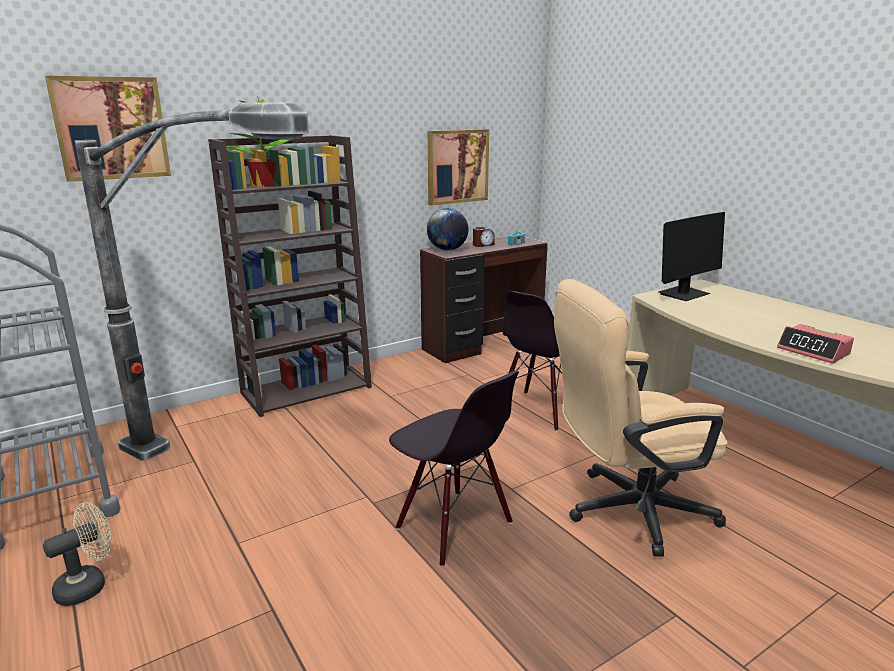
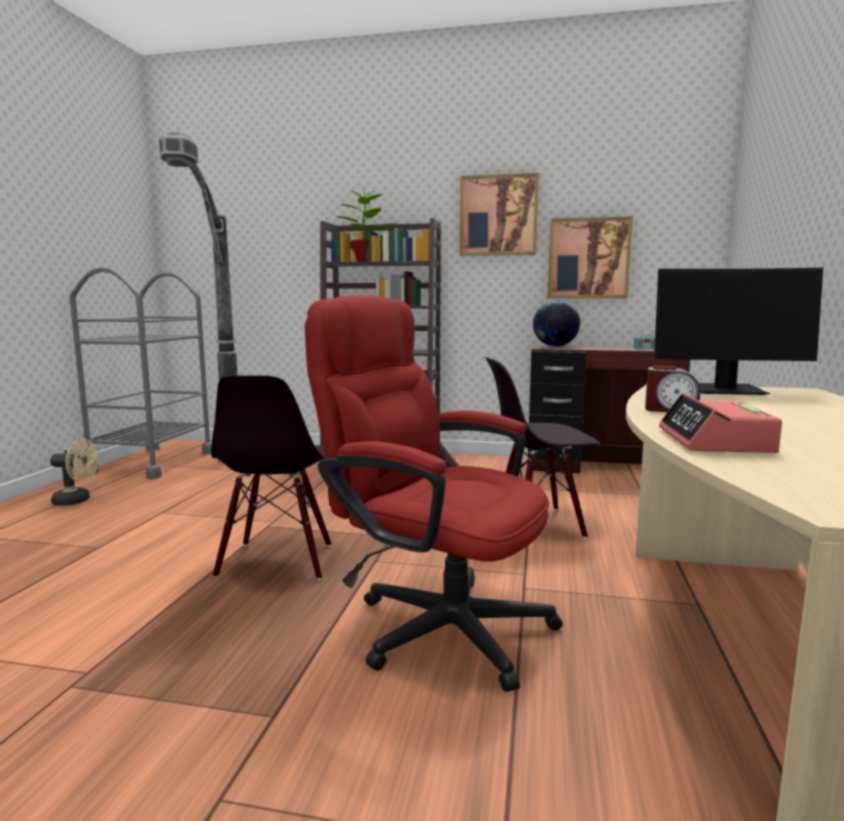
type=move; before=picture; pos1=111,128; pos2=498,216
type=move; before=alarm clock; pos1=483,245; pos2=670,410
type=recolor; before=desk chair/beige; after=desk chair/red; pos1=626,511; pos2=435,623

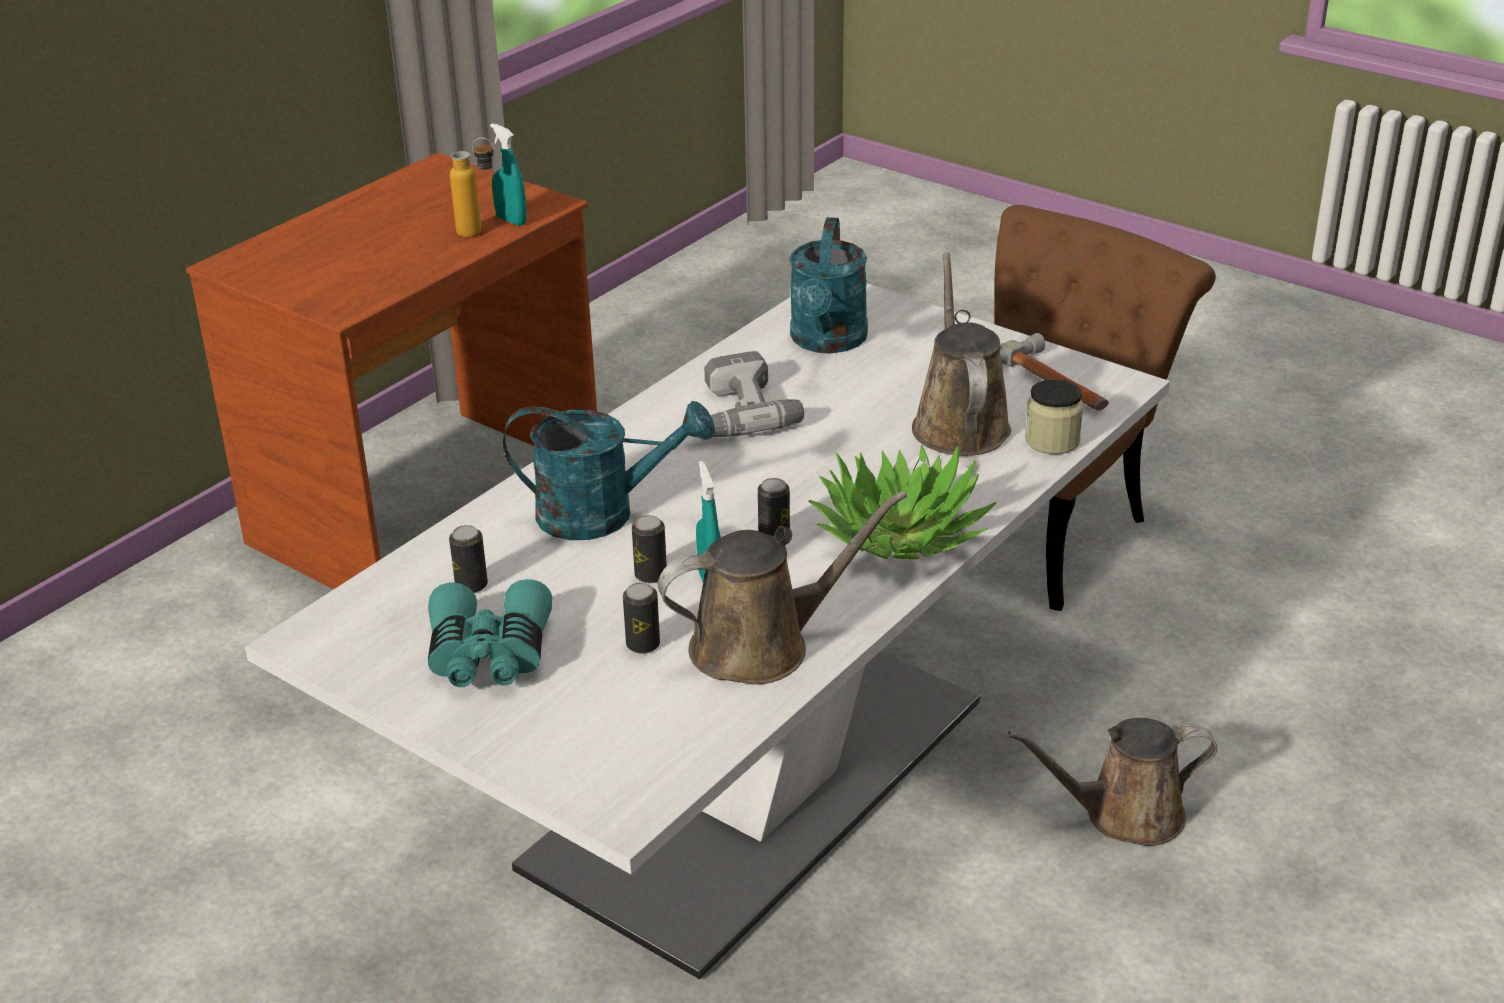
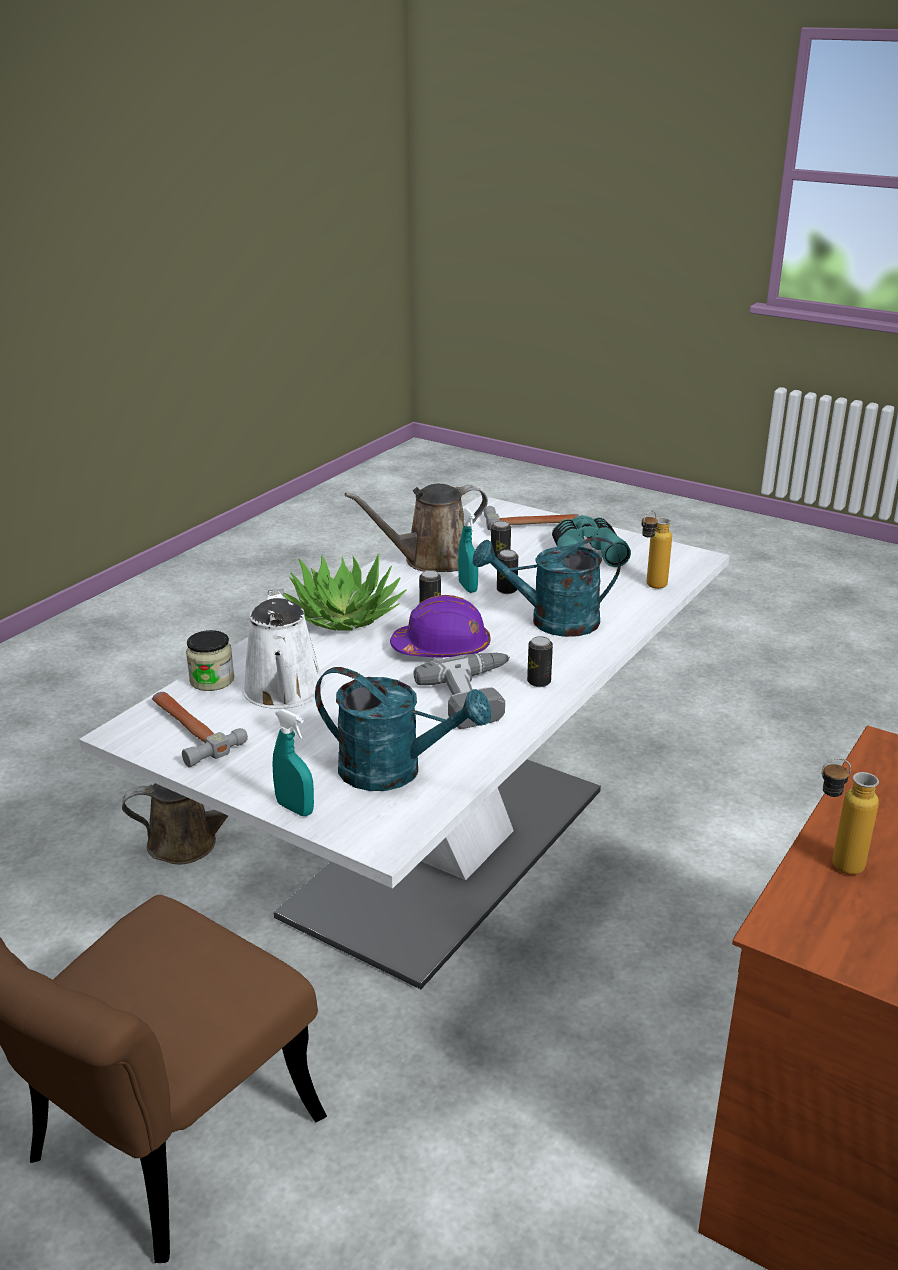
type=move; before=hand sprayer/turquoise-coloured; pos1=511,220; pos2=295,808
type=rotate; before=watering can/turquoise-coloured; pos1=827,342; pos2=395,771; turn=105
type=recolor; before=watering can/brown; after=watering can/white; pos1=959,424; pos2=284,692
type=move; before=can; pos1=471,585; pos2=539,682
type=insert; after=tool hammer; pos2=532,525
type=insert; after=bottle; pos2=650,587
type=insert; after=work helmet/purplish; pos2=442,649

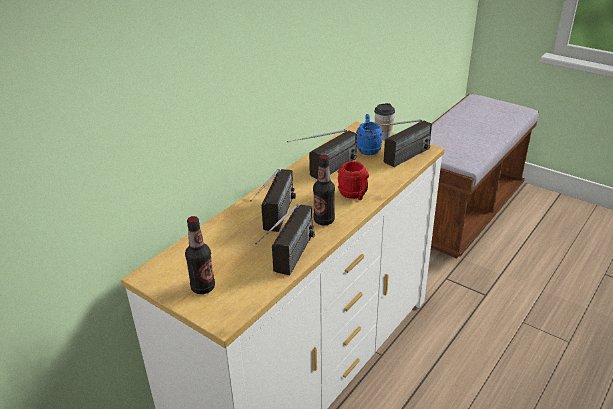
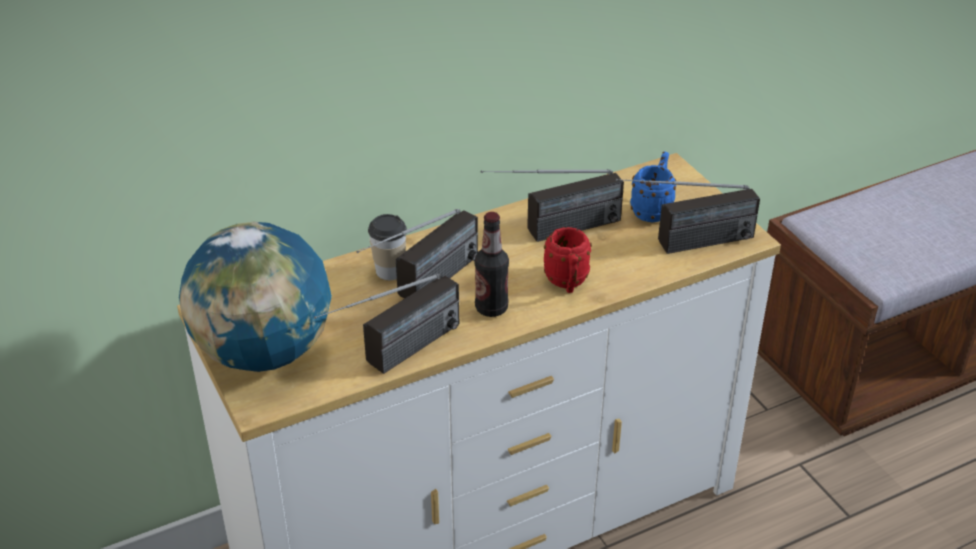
type=move; before=small cup; pos1=383,136; pos2=389,271
type=replace; before=bottle; after=world globe; pos1=203,287; pos2=264,352

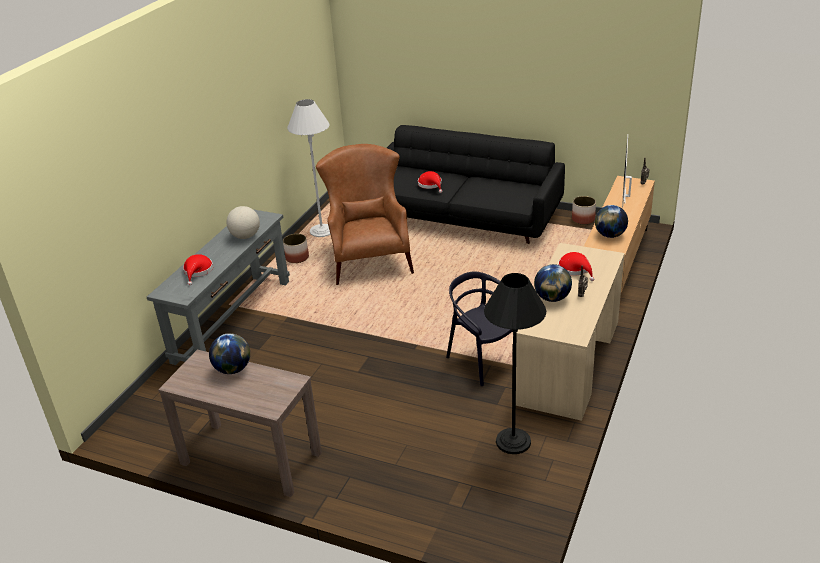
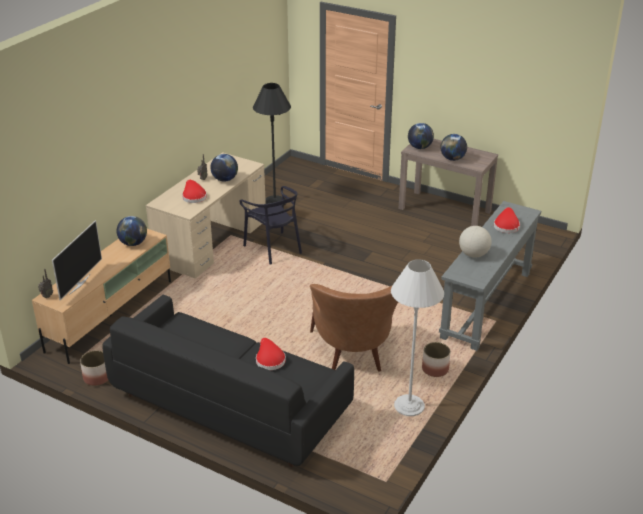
type=insert; after=world globe; pos2=420,147

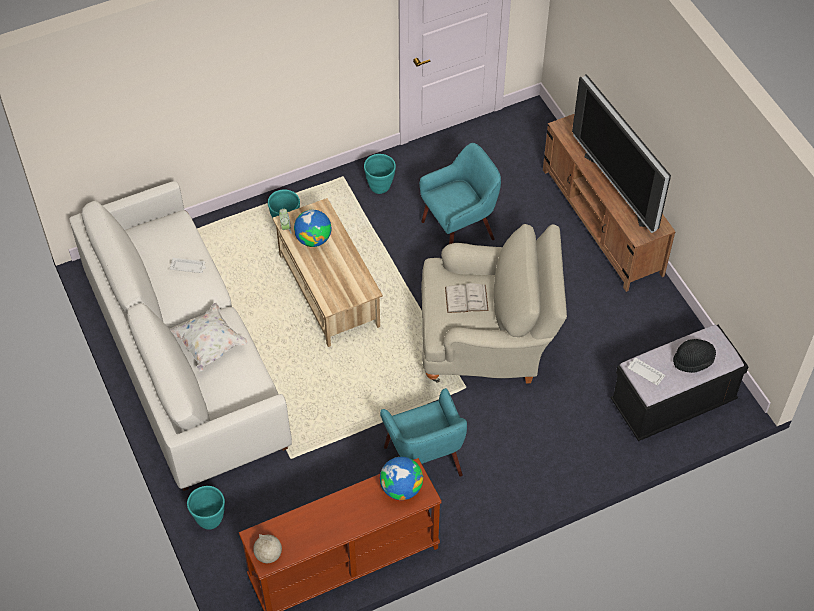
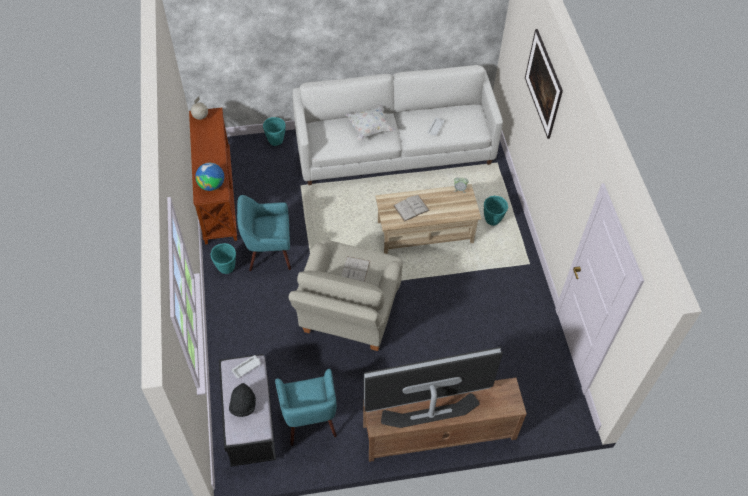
type=move; before=easy chair/turquoise-coloured; pos1=459,230; pos2=309,420
type=move; before=plant pot/turquoise-coloured; pos1=380,187; pos2=226,268
type=delete; before=world globe; pos1=313,239
type=insert; after=picture; pos2=540,95
type=insert; after=bound book/white; pos2=411,208

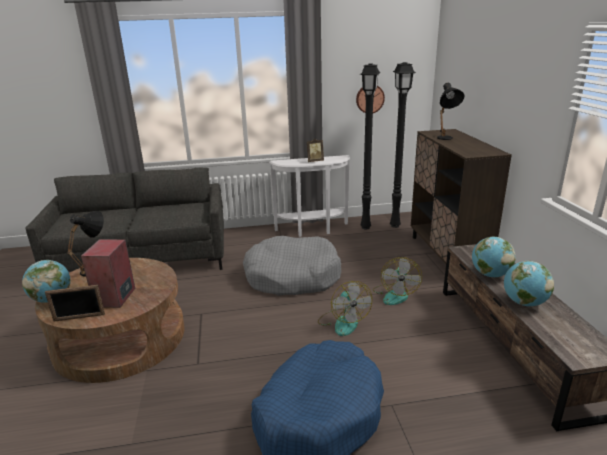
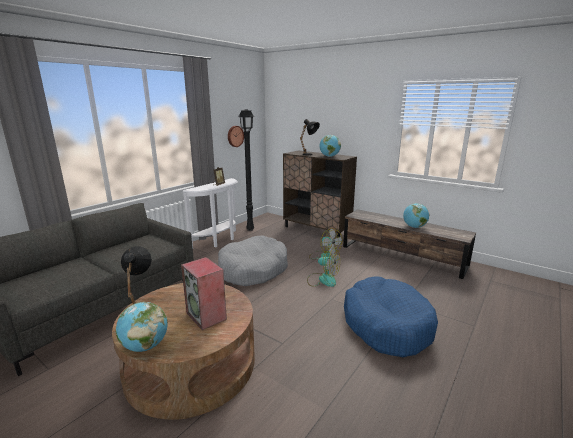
type=delete; before=standard lamp/black-coloured; pos1=395,225
type=move; before=world globe; pos1=490,275; pos2=329,156
type=delete; before=standing frame; pos1=79,317

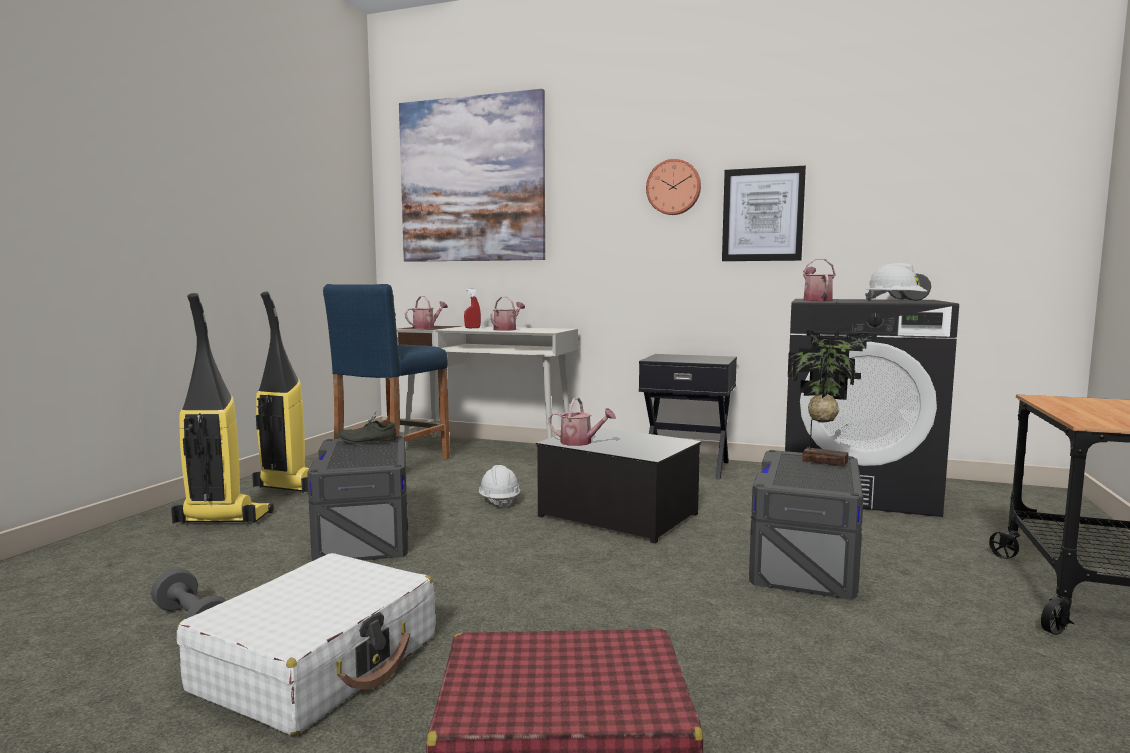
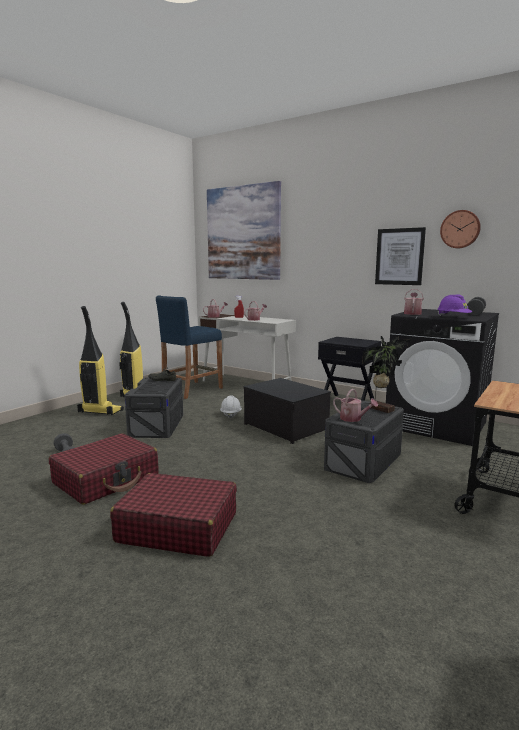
type=move; before=wall clock; pos1=673,187; pos2=460,229
type=recolor; before=work helmet/white; after=work helmet/purplish; pos1=895,301; pos2=453,317
type=move; before=watering can; pos1=580,442; pos2=353,419
type=recolor; before=piece of luggage/white; after=piece of luggage/red; pos1=319,663; pos2=106,479

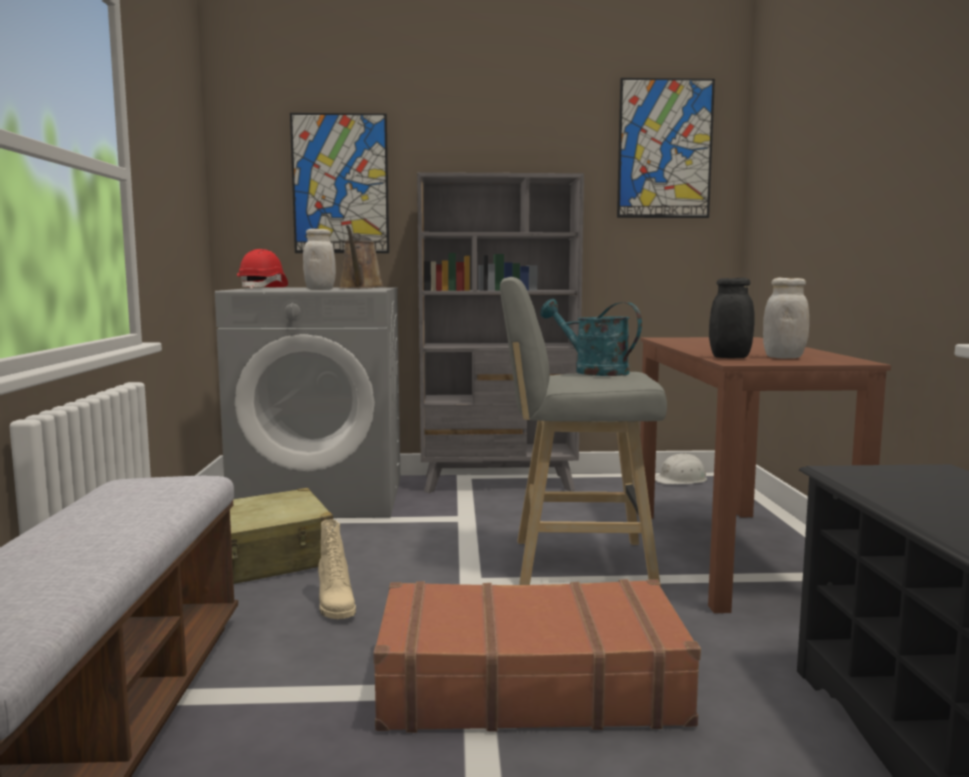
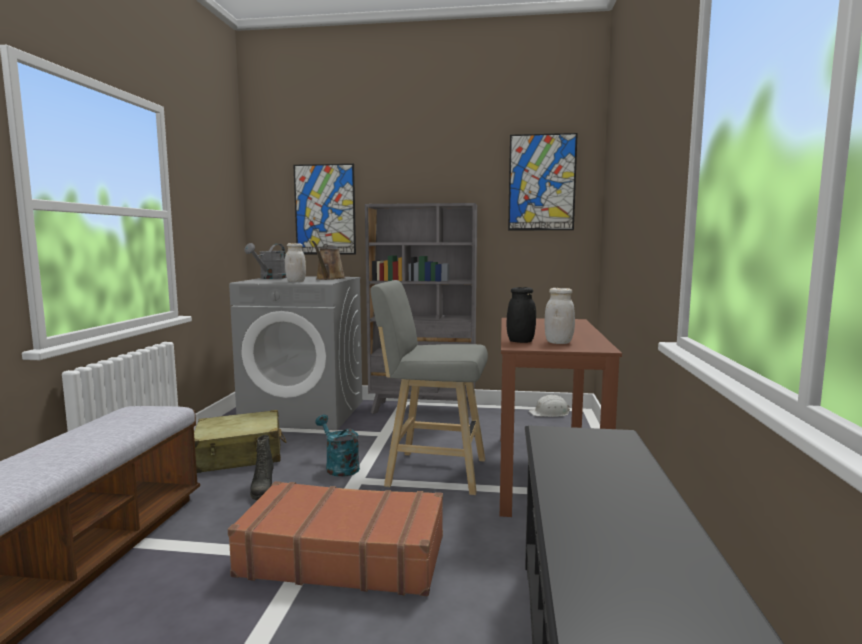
type=replace; before=work helmet/red; after=watering can/gray; pos1=263,288; pos2=270,278
type=move; before=watering can/turquoise-coloured; pos1=592,371; pos2=339,467
type=recolor; before=boot/beige; after=boot/black-coloured; pos1=334,606; pos2=262,490

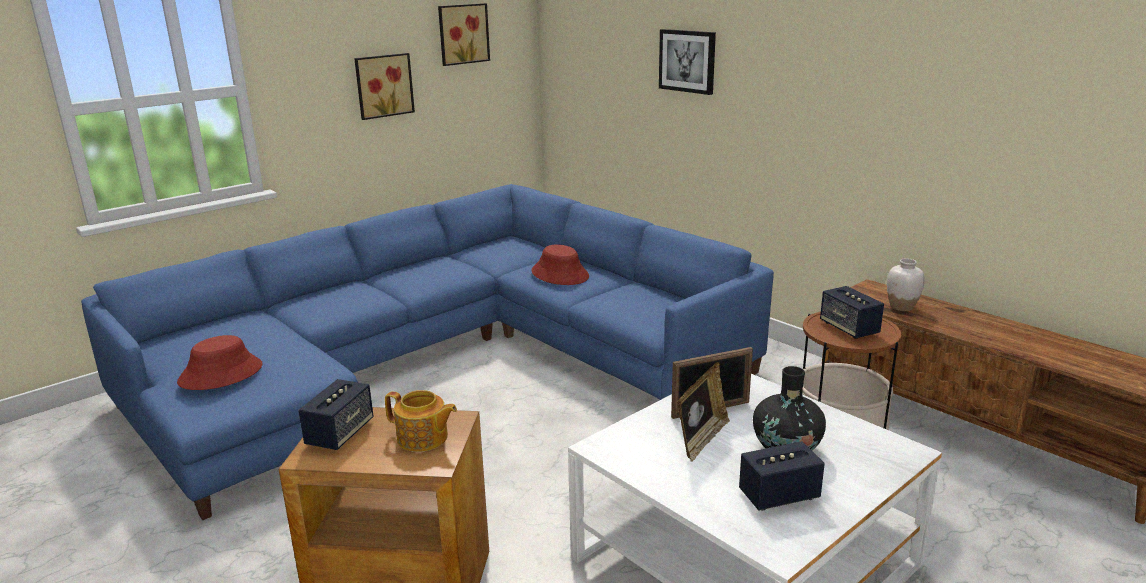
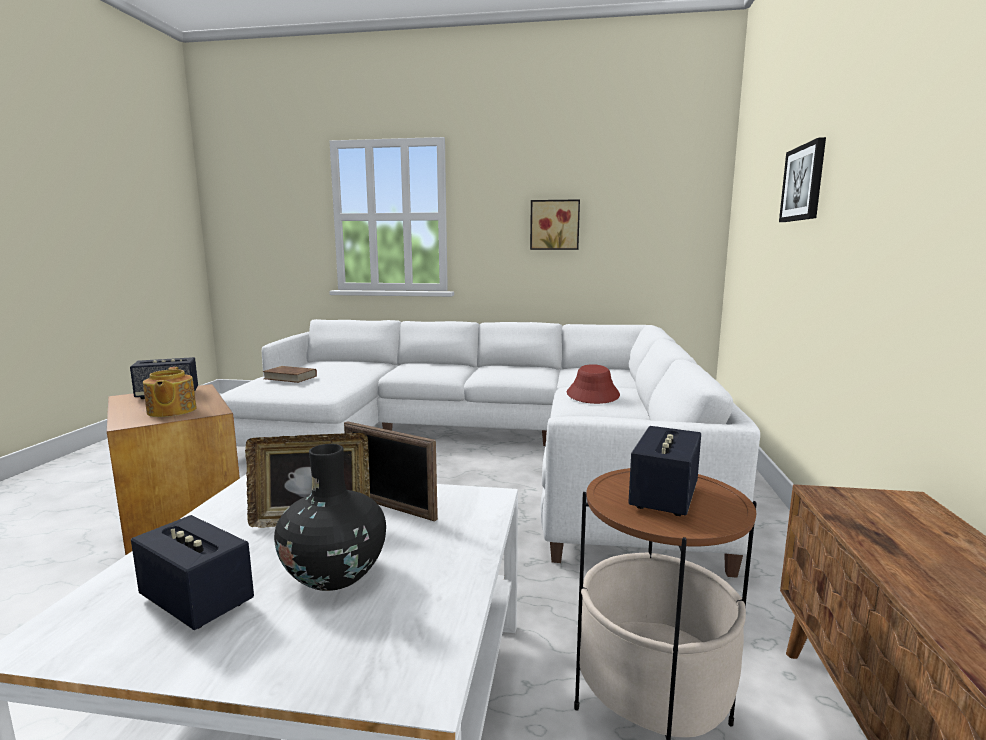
type=delete; before=picture; pos1=462,34
type=recolor; before=sofa/bluish; after=sofa/white; pos1=442,361; pos2=489,445
type=delete; before=vase/white; pos1=901,307
type=replace; before=wearable hat/red; after=bound book/brown; pos1=221,374; pos2=290,377

